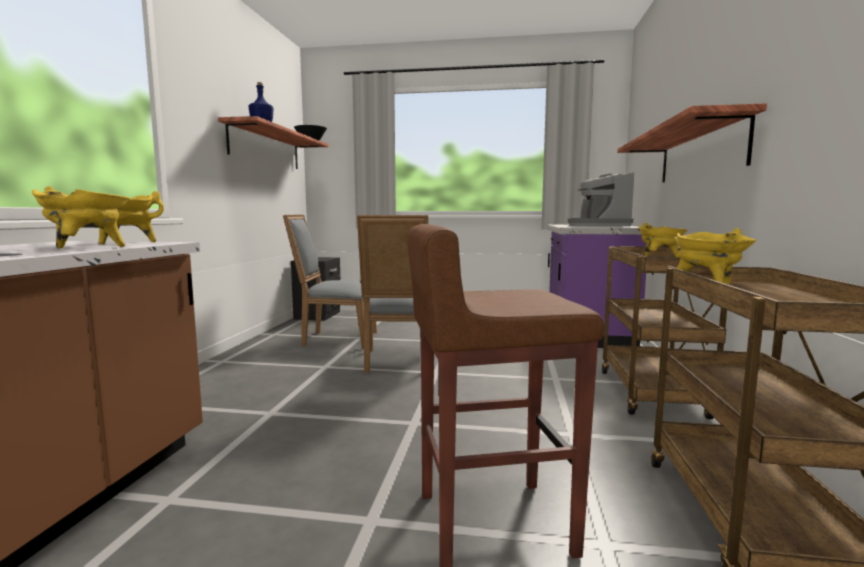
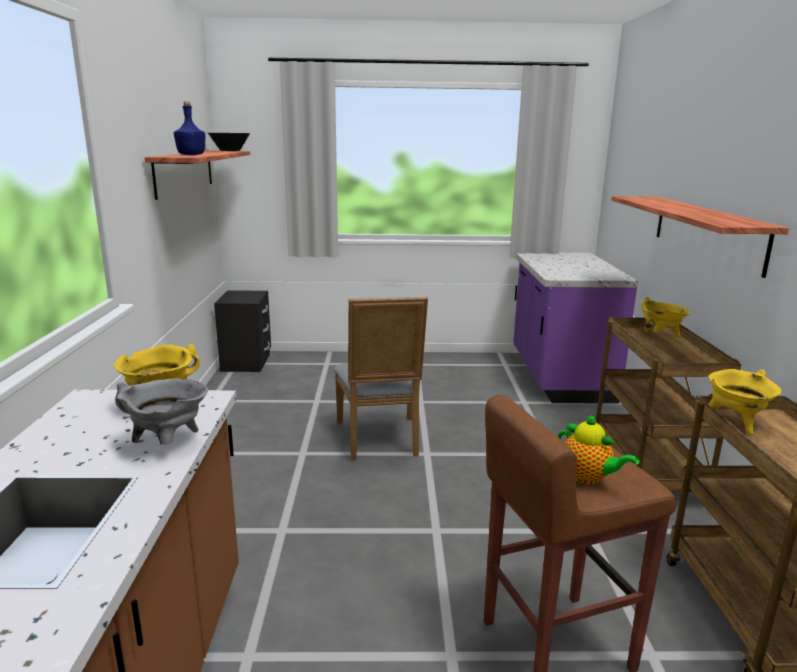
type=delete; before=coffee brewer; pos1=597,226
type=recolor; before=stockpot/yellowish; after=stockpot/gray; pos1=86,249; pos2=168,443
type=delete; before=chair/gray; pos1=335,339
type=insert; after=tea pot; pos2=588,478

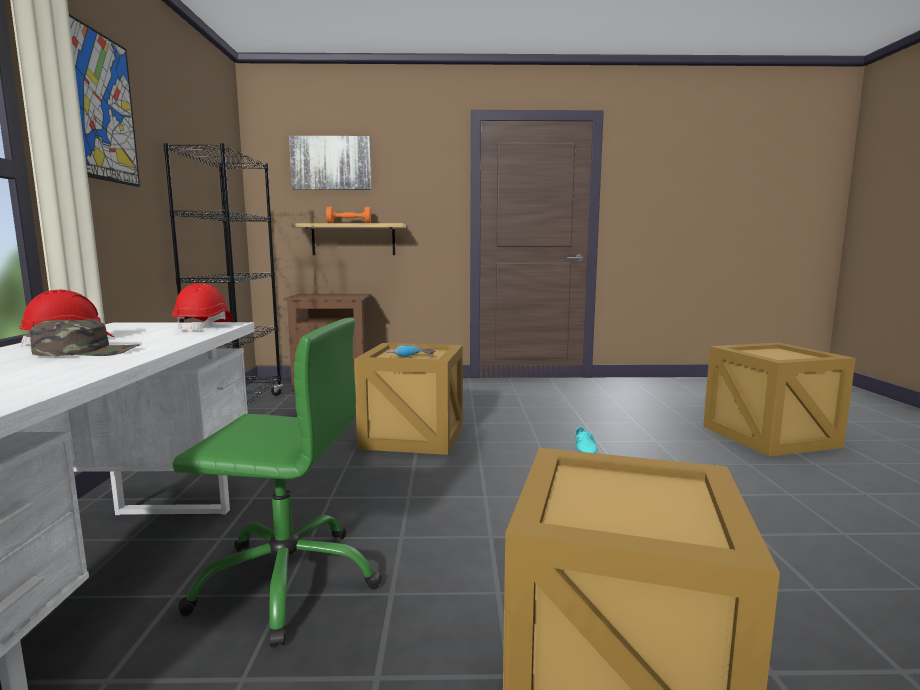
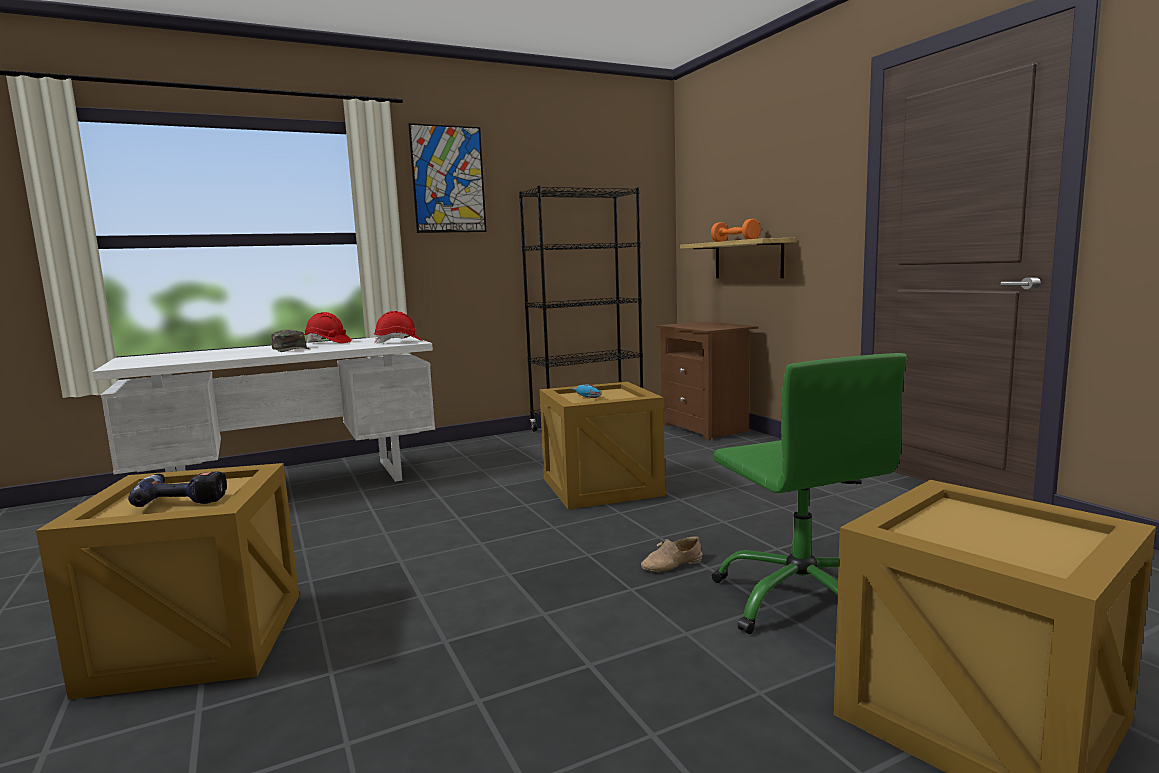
type=delete; before=picture; pos1=331,163
type=move; before=desk chair/greenish; pos1=287,580; pos2=802,600
type=recolor; before=low shoe/turquoise-coloured; after=low shoe/beige; pos1=585,447; pos2=672,564
type=insert; after=power drill; pos2=183,499

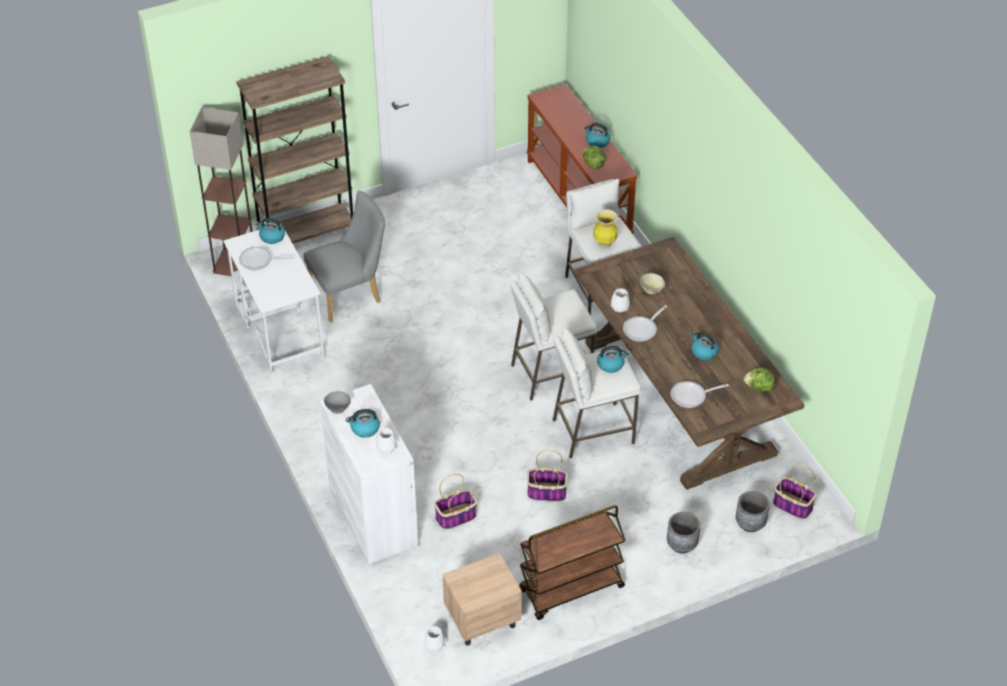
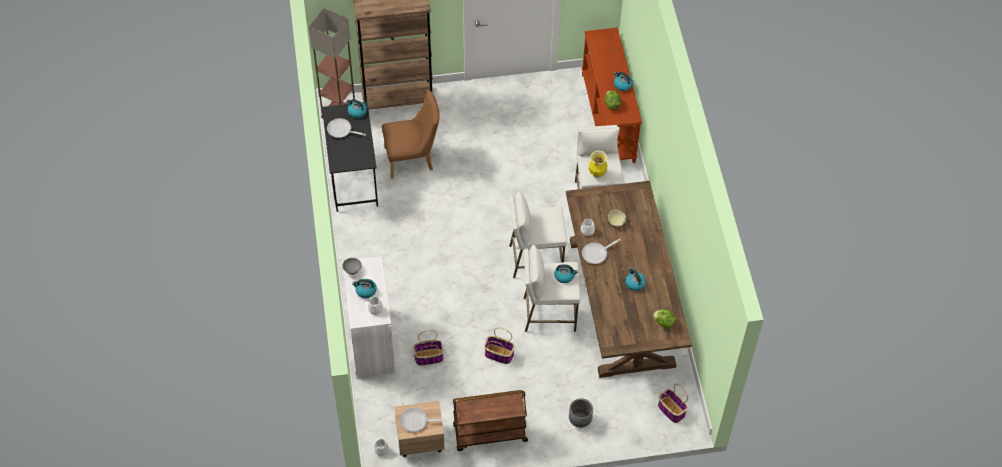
type=recolor; before=chair/gray; after=chair/brown; pos1=350,295; pos2=413,159
type=recolor; before=desk/white; after=desk/black-coloured; pos1=278,331; pos2=353,176
type=move; before=pan; pos1=691,396; pos2=417,421
type=delete; before=plant pot/gray; pos1=750,524

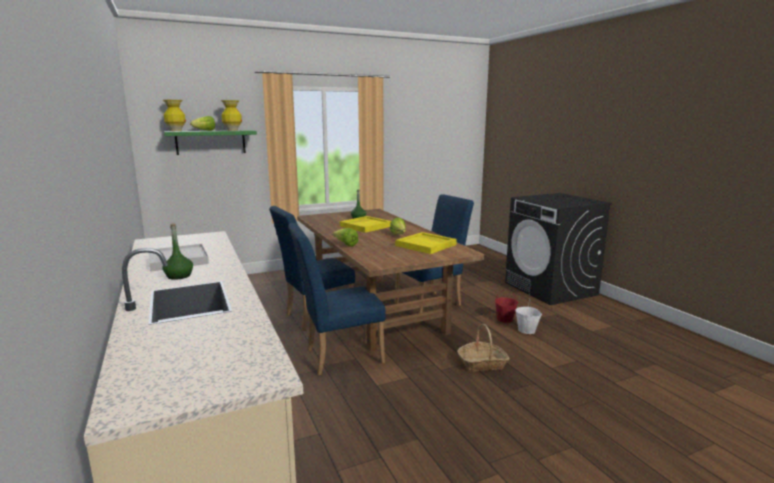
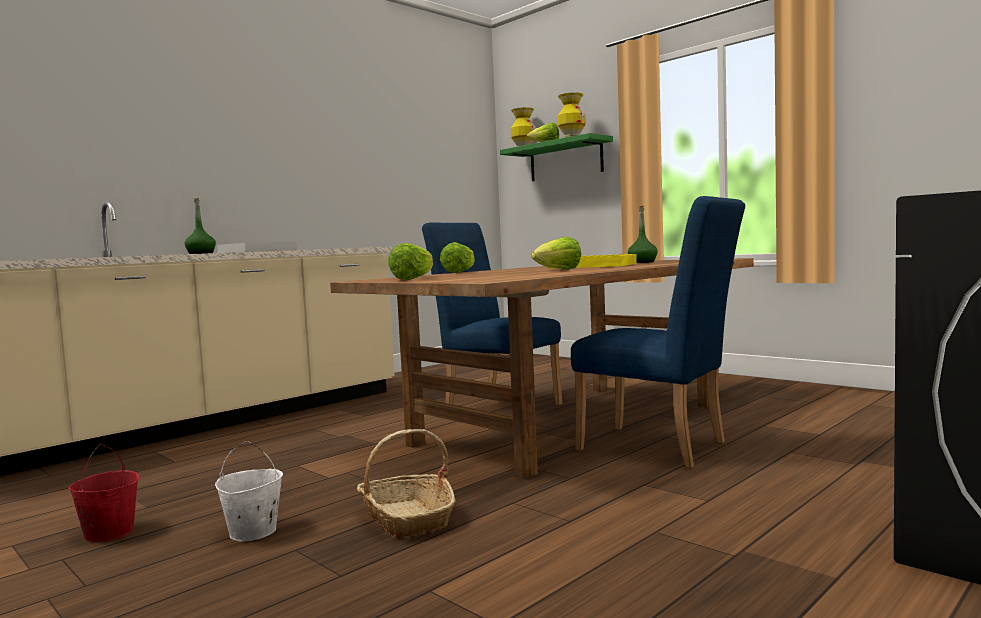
type=delete; before=chair/bluish; pos1=338,356
type=delete; before=tray/yellowish; pos1=426,245
type=move; before=bucket/red; pos1=504,319; pos2=108,533
type=move; before=bucket/white; pos1=527,330; pos2=253,532
type=insert; after=lettuce head; pos2=413,279

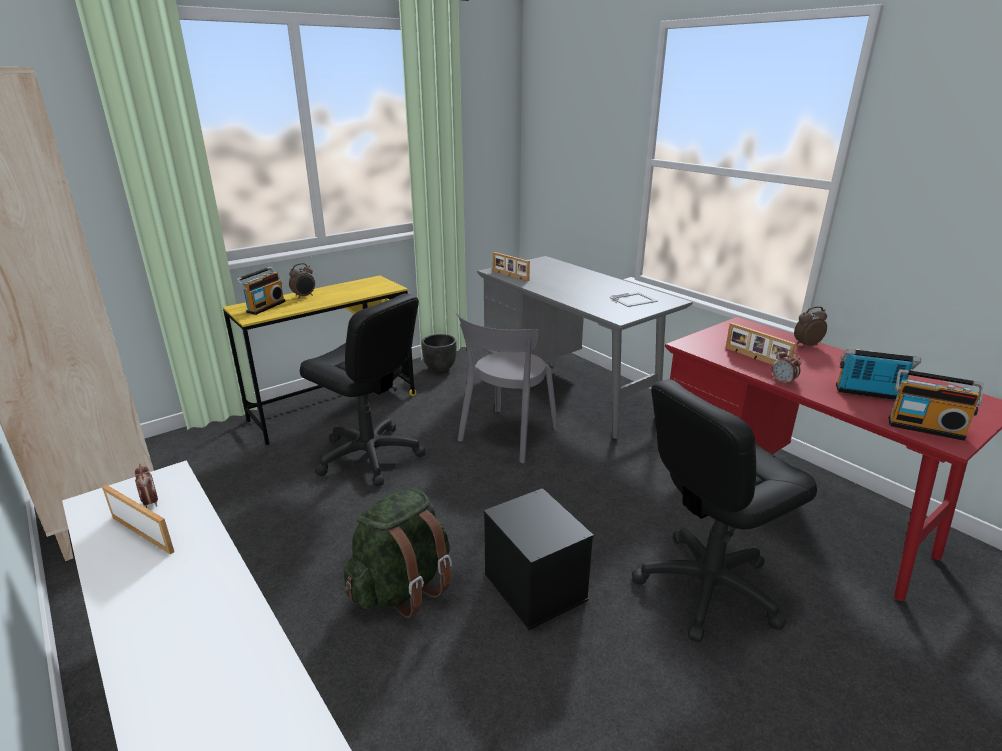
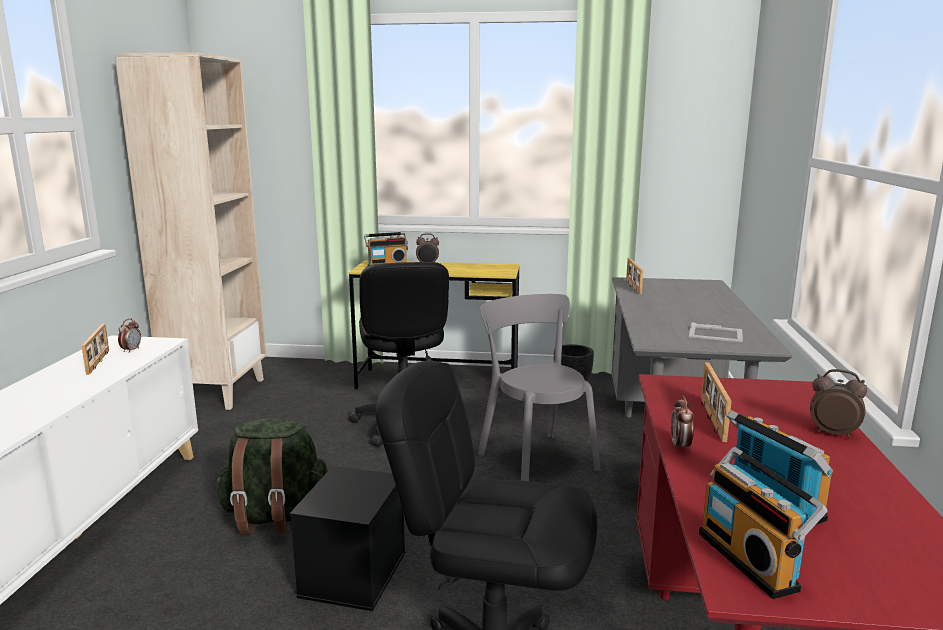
type=rotate; before=chair/gray; pos1=506,437; pos2=535,458; turn=75

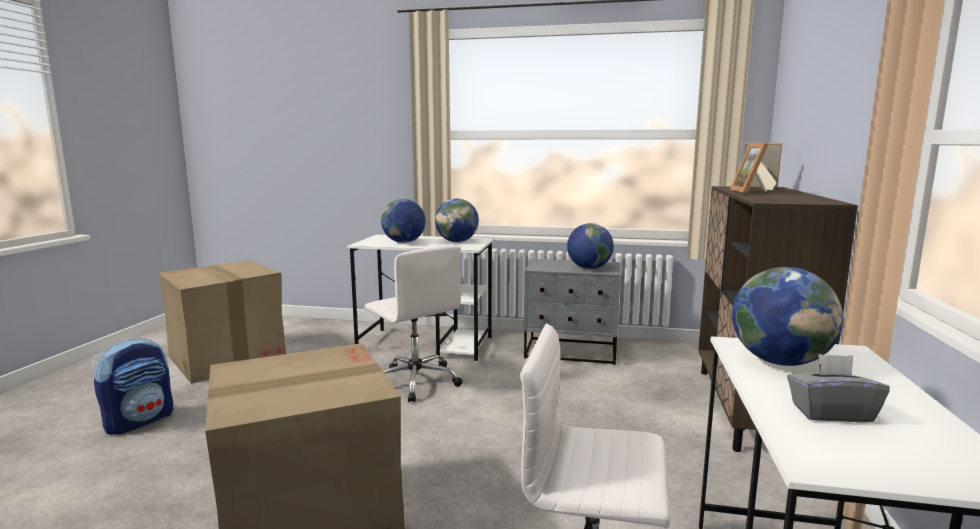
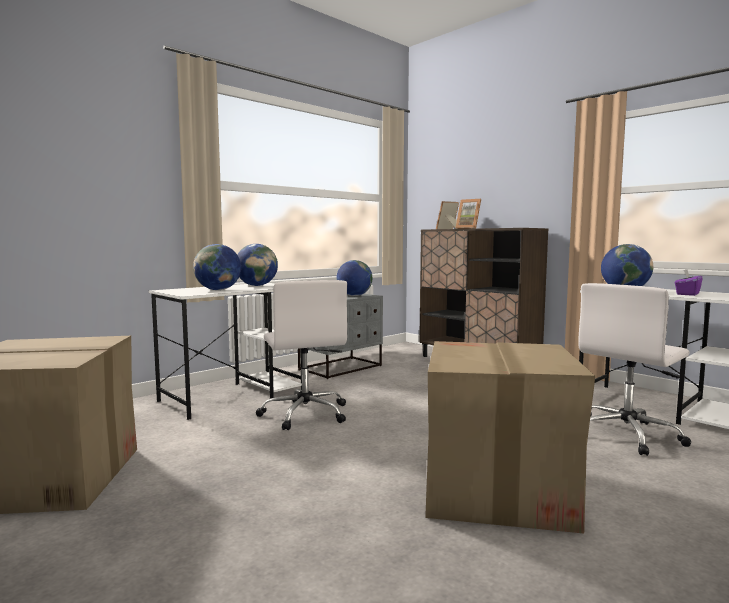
type=rotate; before=desk chair/white; pos1=415,381; pos2=305,414; turn=75
type=delete; before=knapsack; pos1=140,421
type=recolor; before=tissue holder/gray; after=tissue holder/purplish; pos1=831,413; pos2=687,294

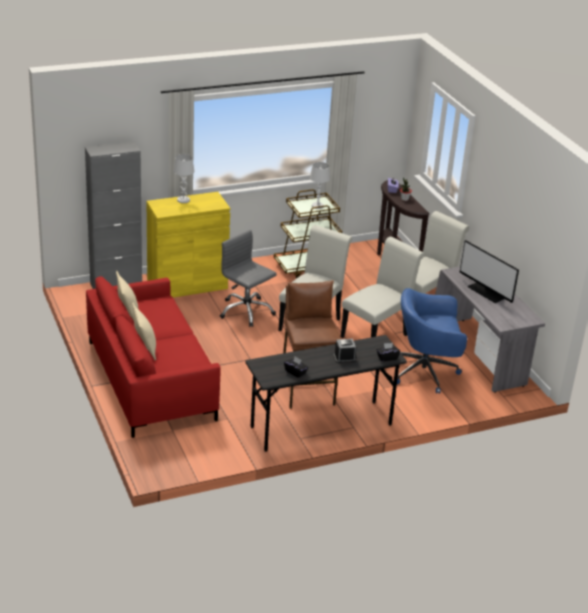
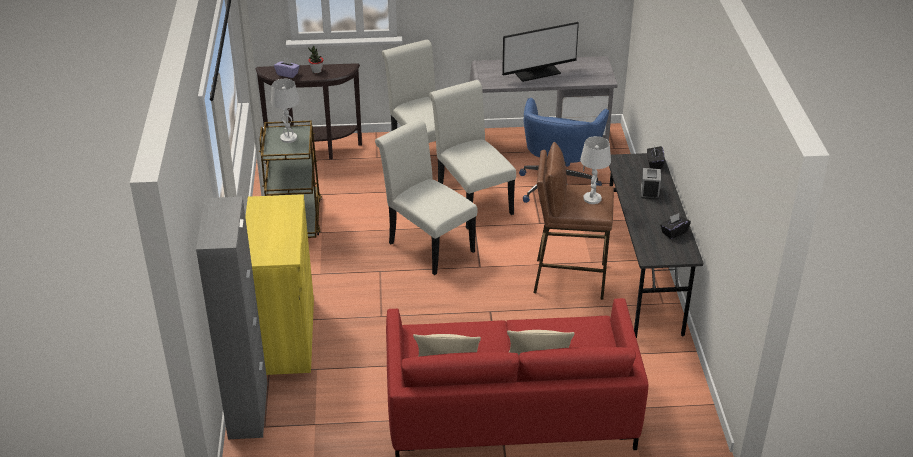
type=move; before=lamp for a table/white; pos1=183,200; pos2=592,198
type=delete; before=desk chair/gray; pos1=246,311

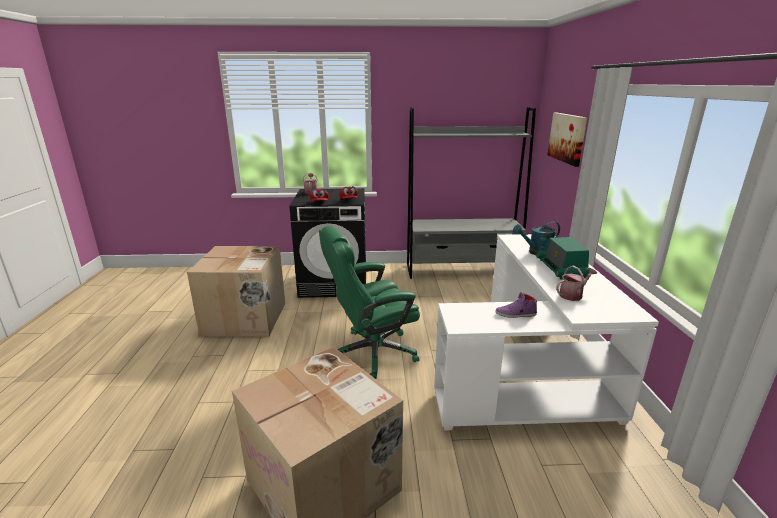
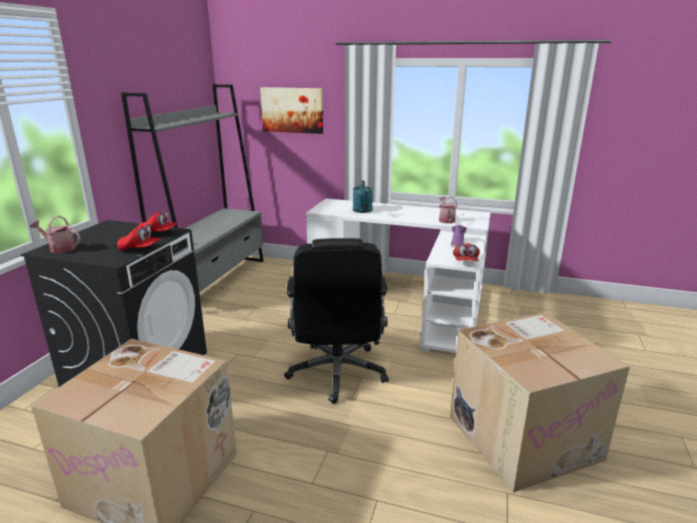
type=recolor; before=desk chair/greenish; after=desk chair/black-coloured; pos1=372,353; pos2=337,372
type=delete; before=radio set; pos1=561,269
type=insert; after=peaked cap/red; pos2=465,262

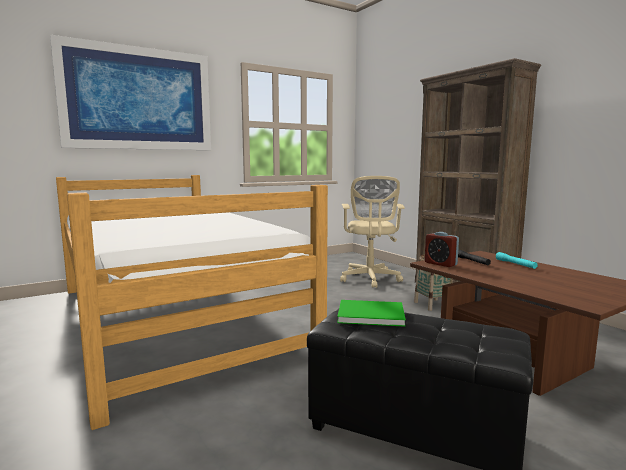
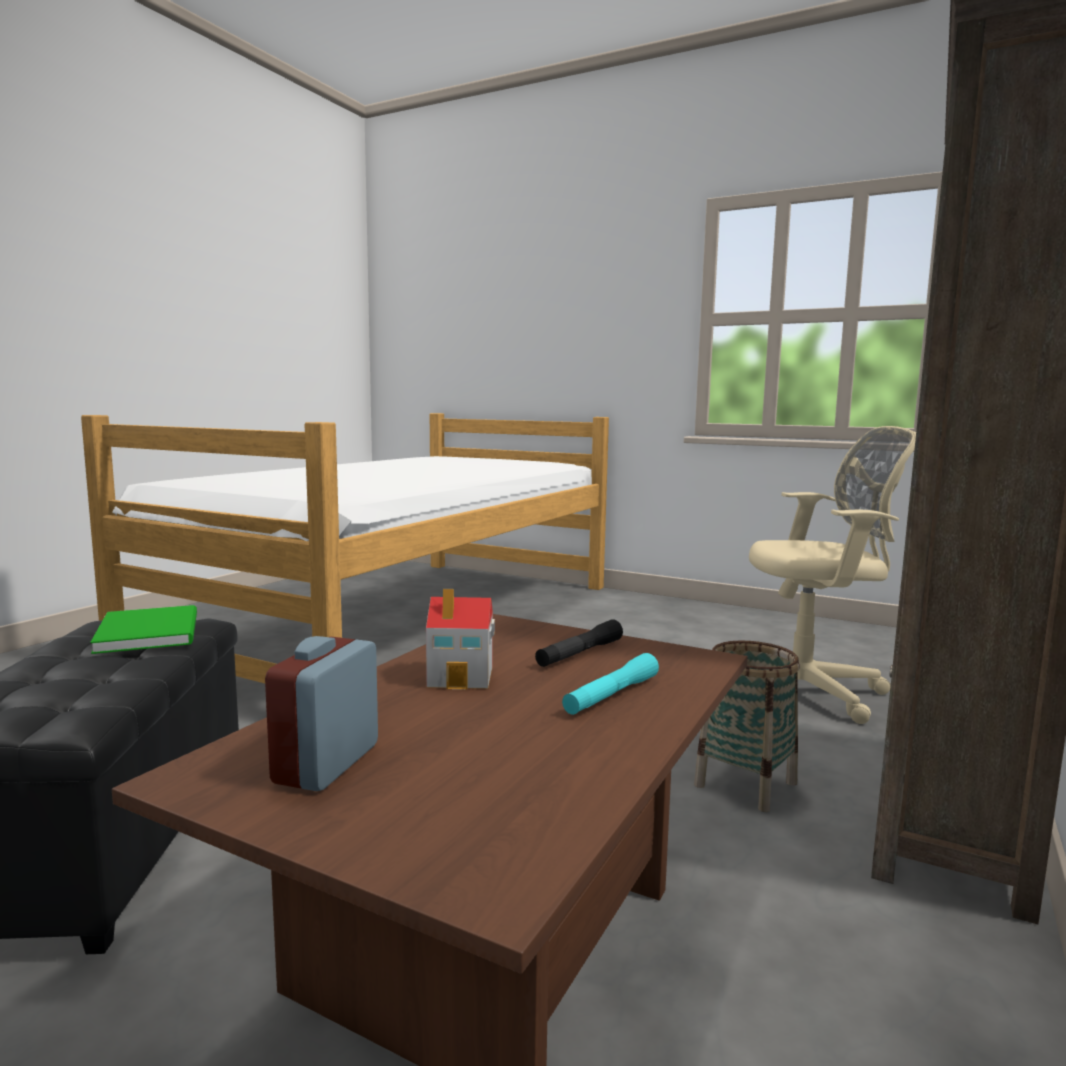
type=delete; before=picture; pos1=138,99
type=rotate; before=desk chair/beige; pos1=370,279; pos2=808,691; turn=-150
type=move; before=alarm clock; pos1=440,264; pos2=327,763
type=insert; after=model house; pos2=462,676

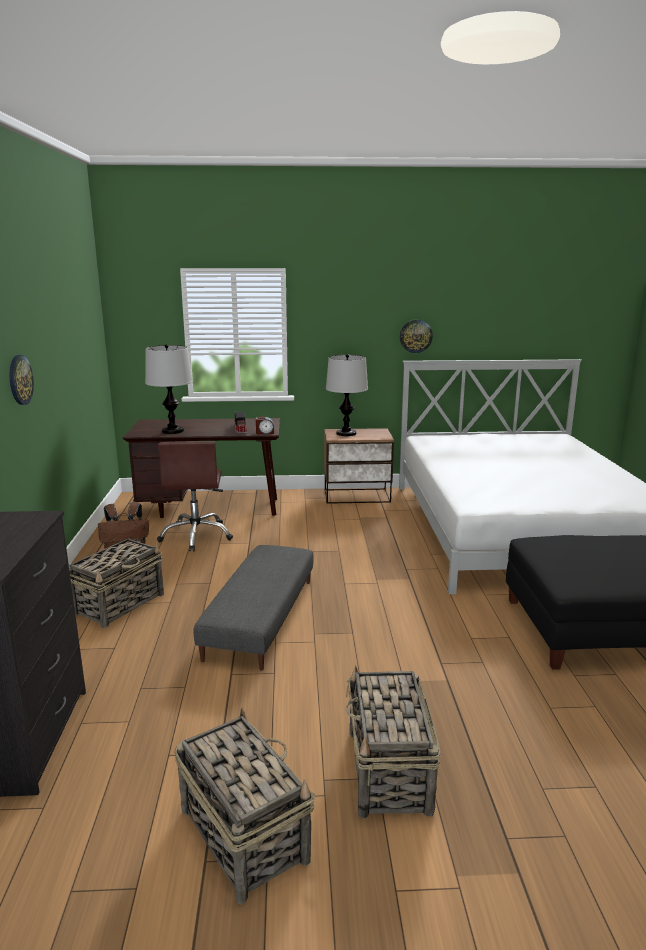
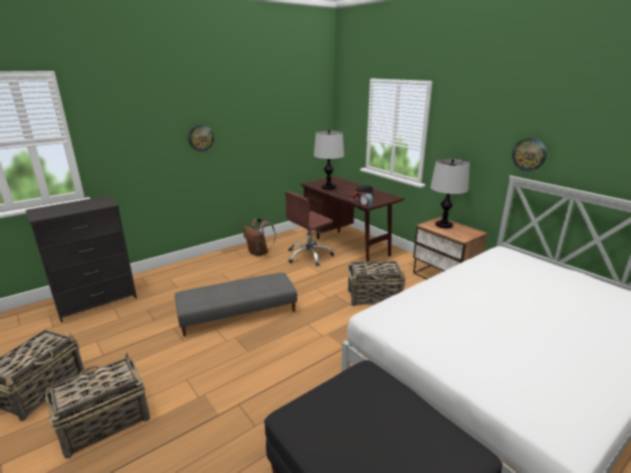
type=move; before=household basket; pos1=120,604; pos2=374,297

